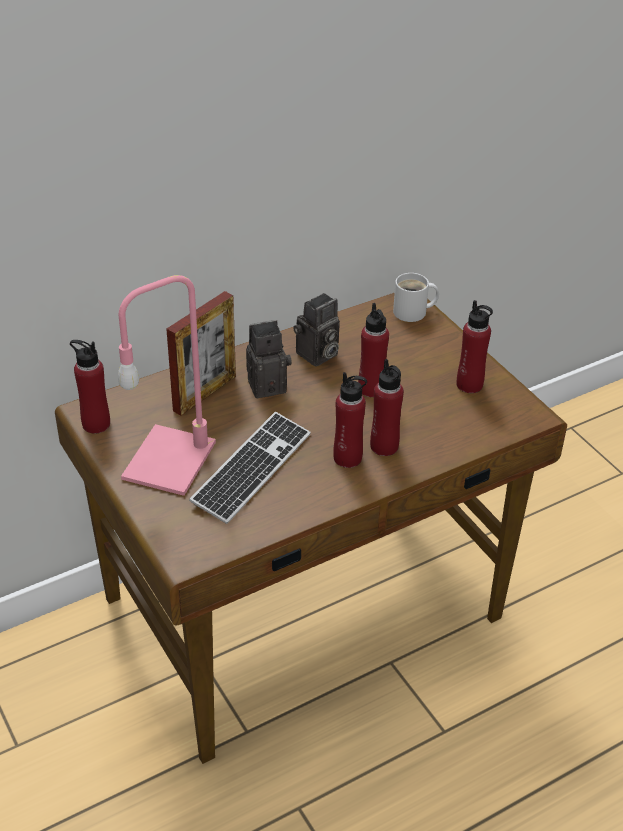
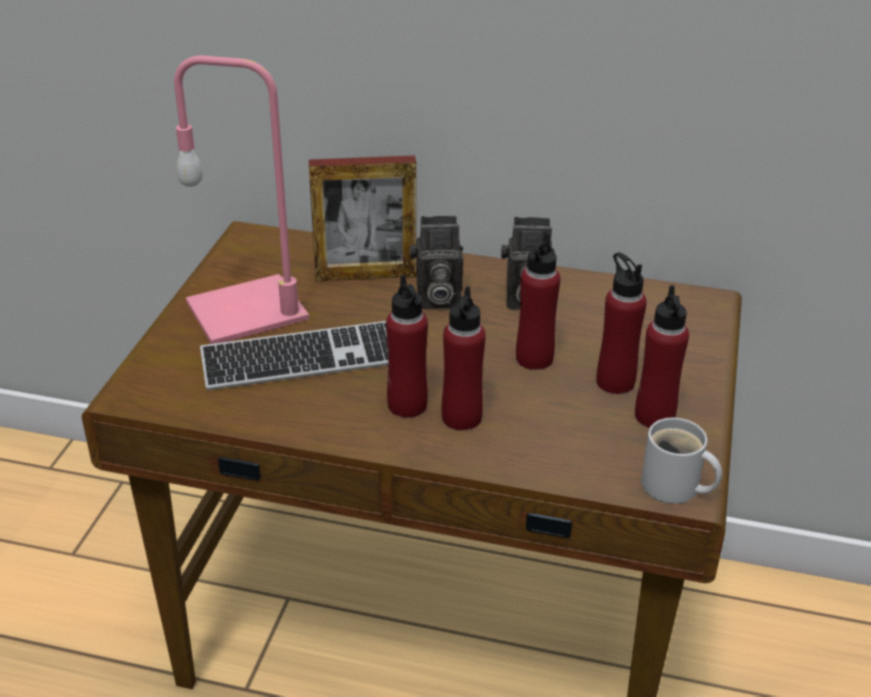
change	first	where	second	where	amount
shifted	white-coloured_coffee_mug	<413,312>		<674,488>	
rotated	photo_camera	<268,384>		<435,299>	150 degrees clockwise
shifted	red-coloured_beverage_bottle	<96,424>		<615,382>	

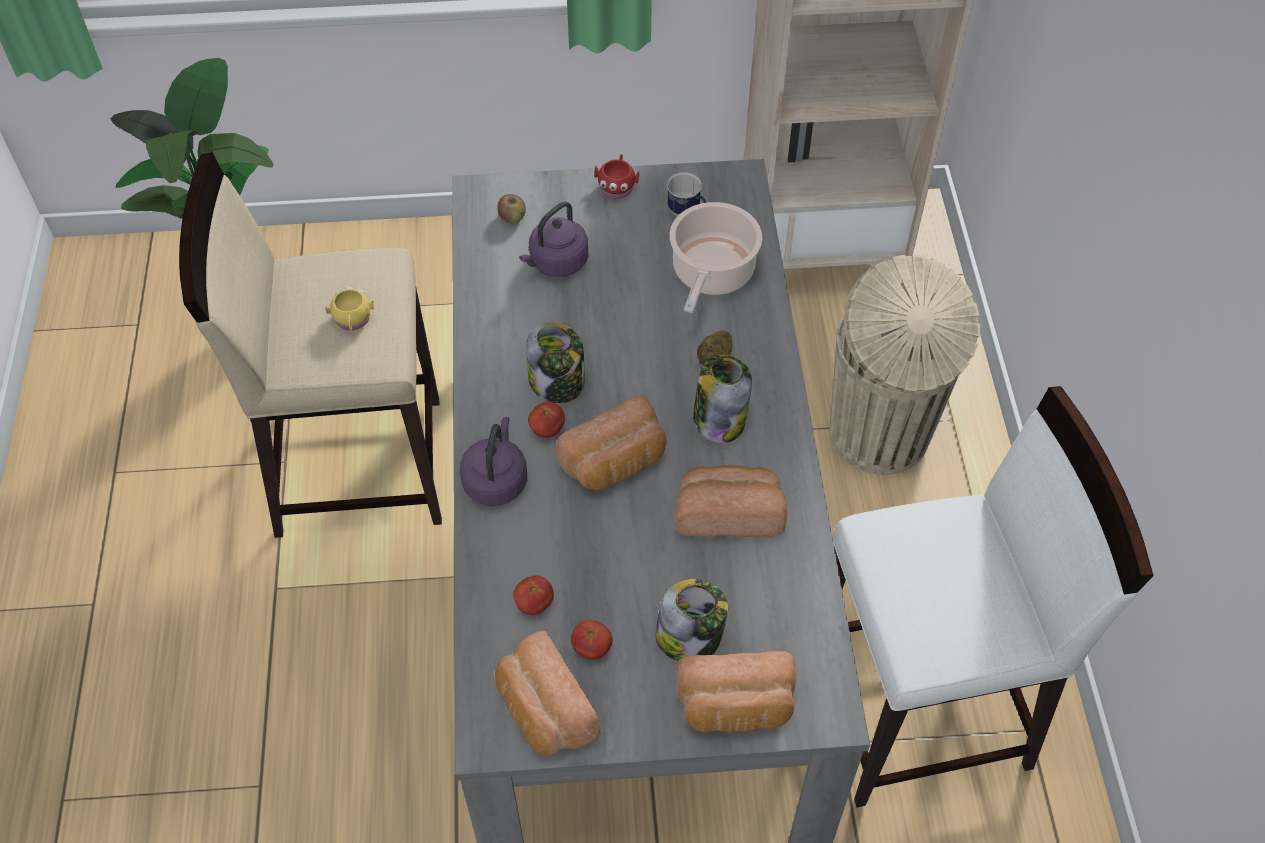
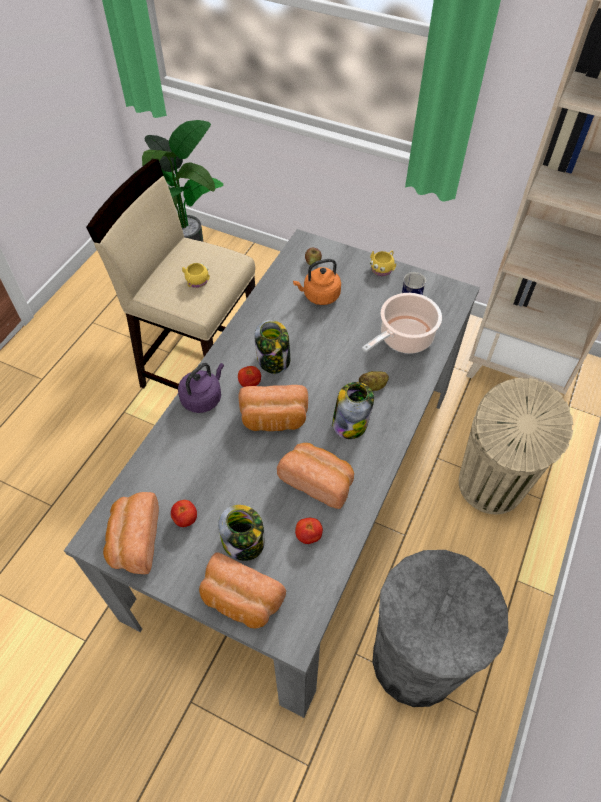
change	first	where	second	where	amount
repainted	red-coloured_coffee_mug	<617,185>	yellowish_coffee_mug	<382,268>	
repainted	purplish_kettle	<556,263>	orange_kettle	<319,296>	
swapped	white-coloured_stool_seat	<920,710>	grey_waste_bin	<415,660>	
shifted	fresh_tomato	<534,604>		<308,536>	

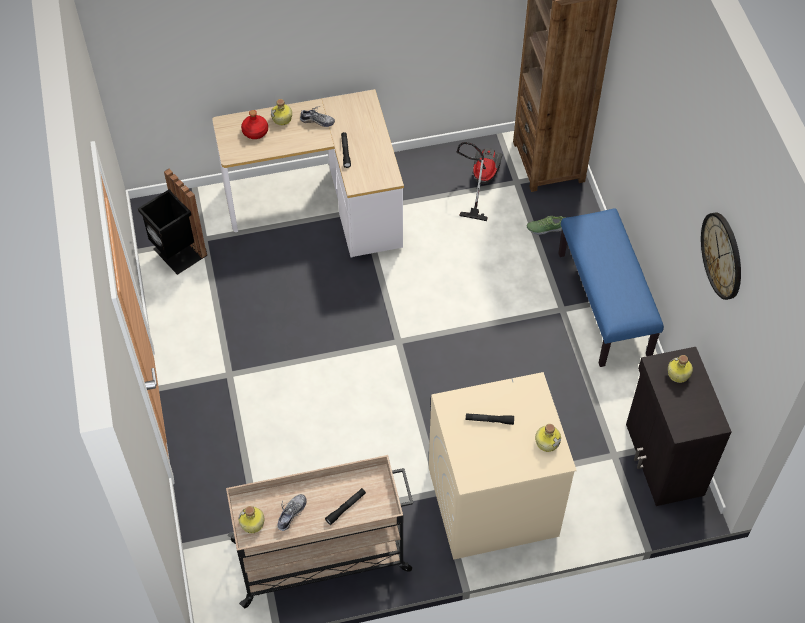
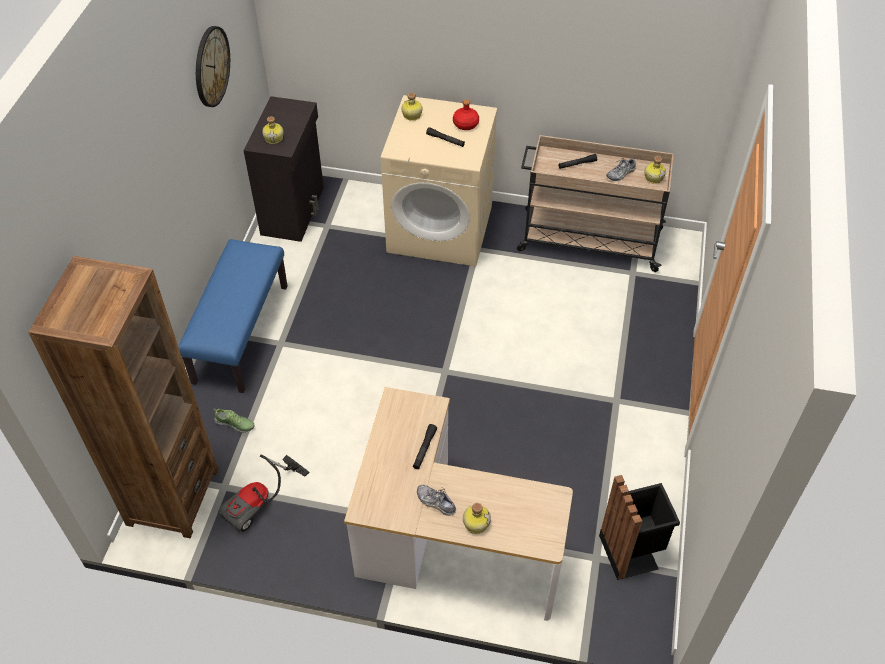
change	first	where	second	where	amount
shifted	red-coloured_beverage_bottle	<255,132>		<465,124>	

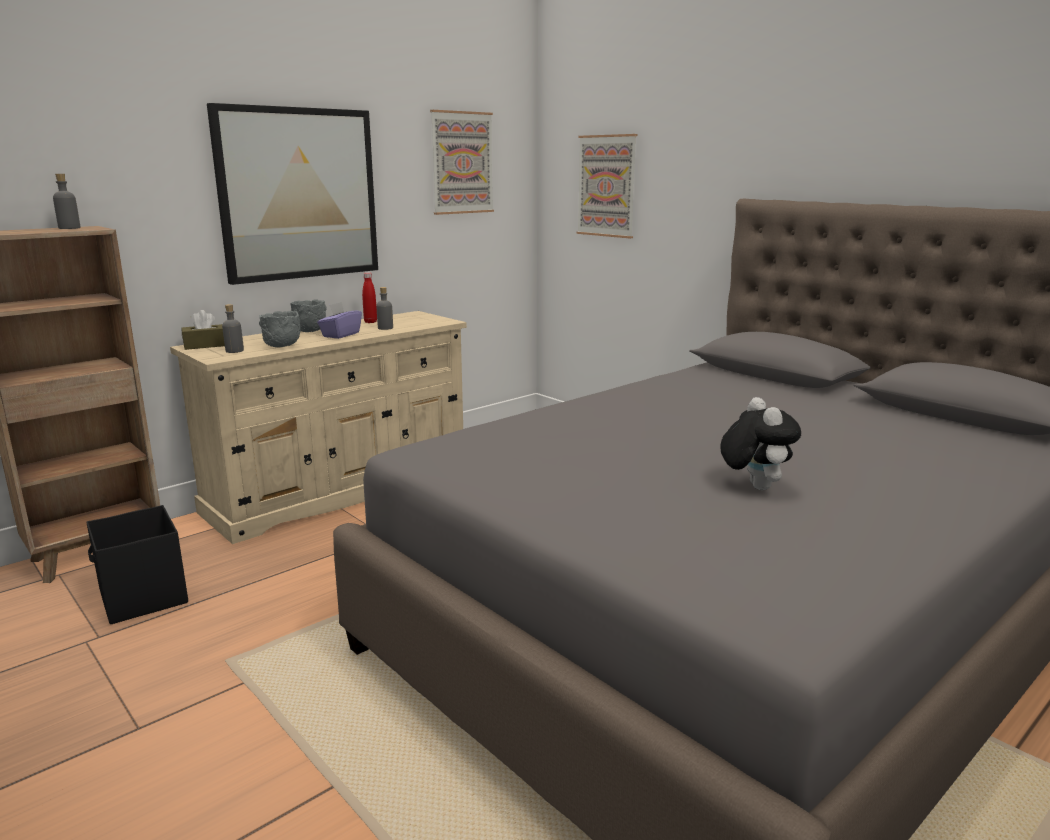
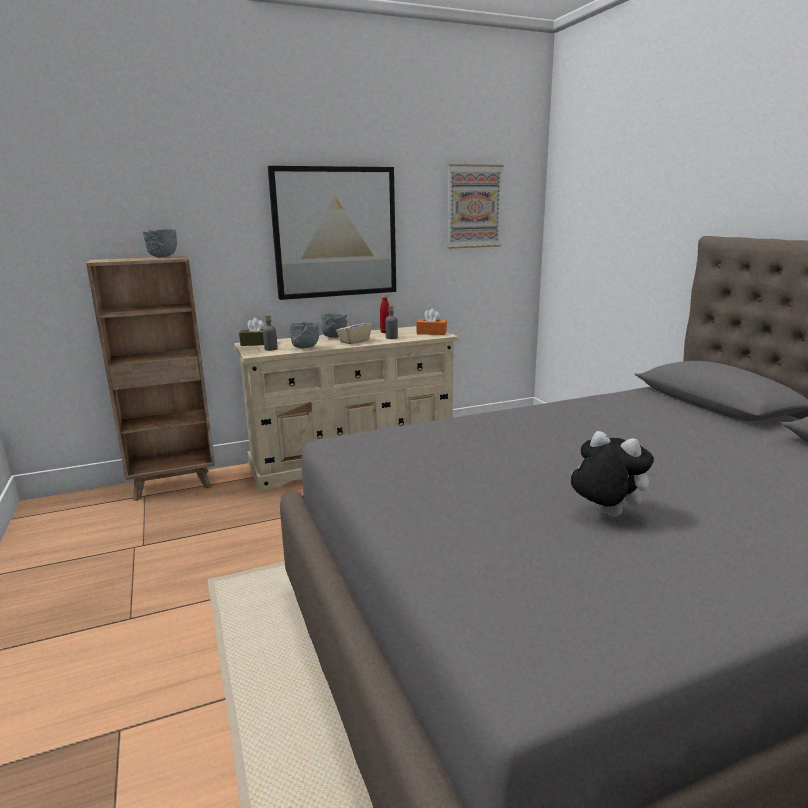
change	first	where	second	where	amount
gone	wall_picture	<607,186>			
swapped	grey_beverage_bottle	<69,228>	grey_serving_bowl	<163,257>	
repainted	purplish_tissue_box	<340,335>	sand-coloured_tissue_box	<354,341>	
rotated	soft_toy	<753,486>		<604,514>	60 degrees counterclockwise
gone	black_storage_box	<143,598>			
new			orange_tissue_box	<431,333>	

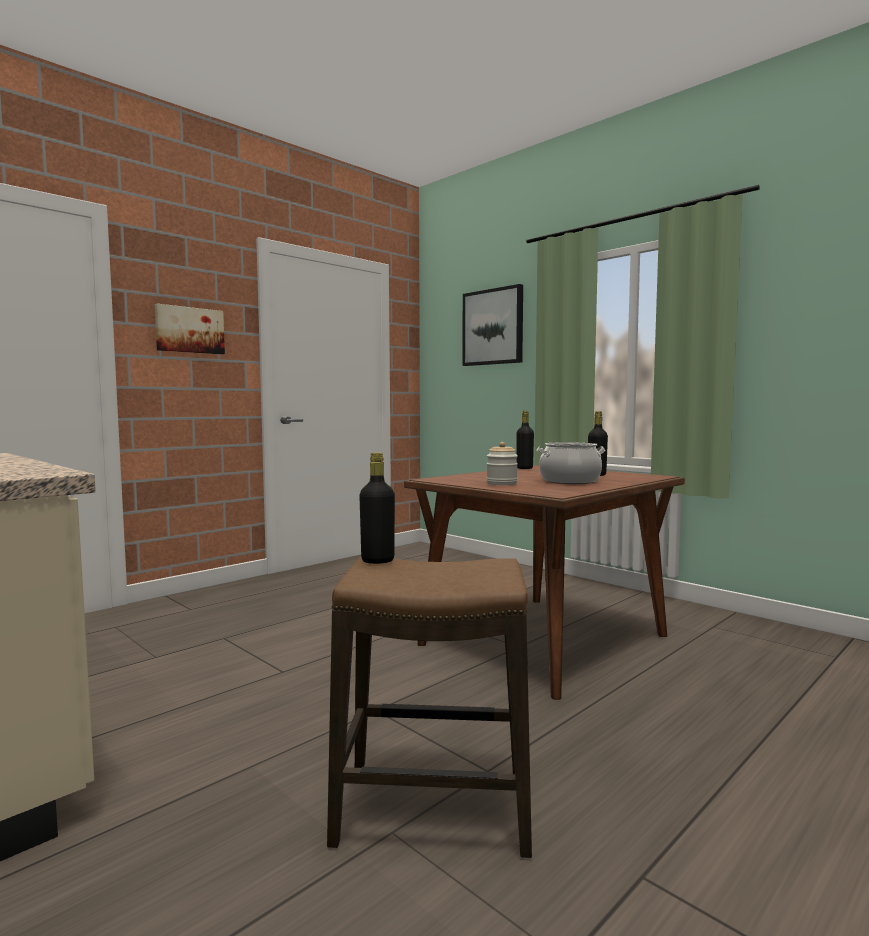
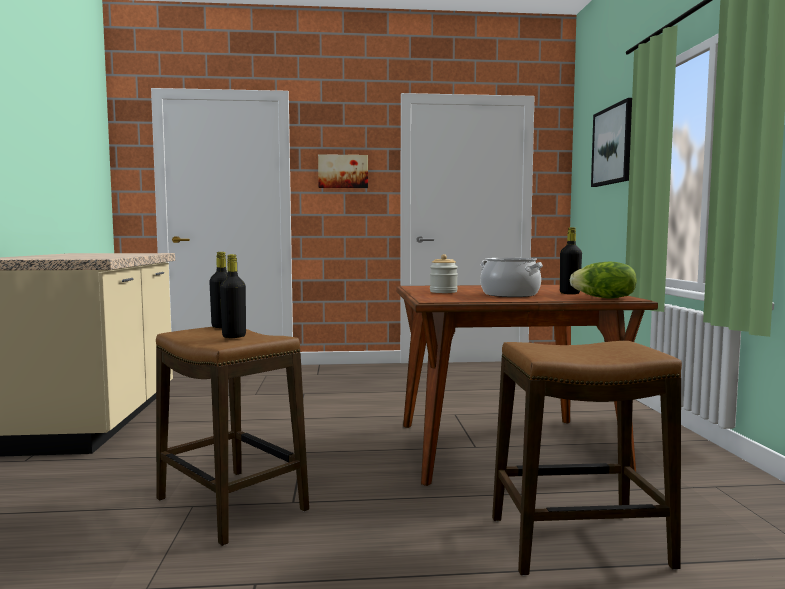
change	first	where	second	where	amount
shifted	black_beverage_bottle	<524,468>		<234,336>	
new			lettuce_head	<604,298>	
new			stool_seat	<578,543>	

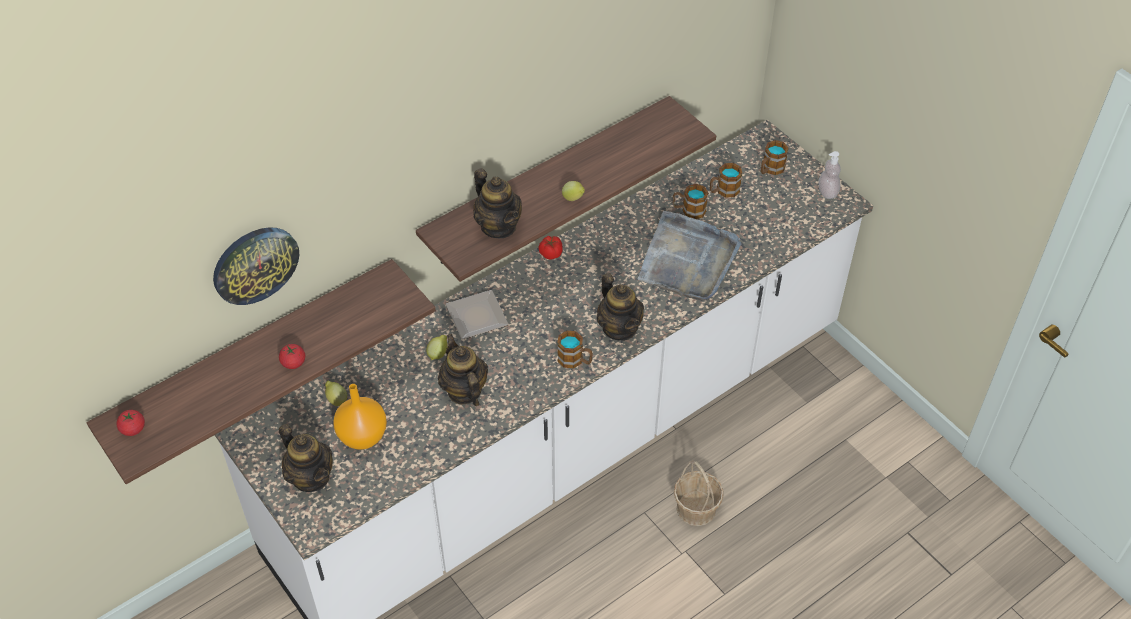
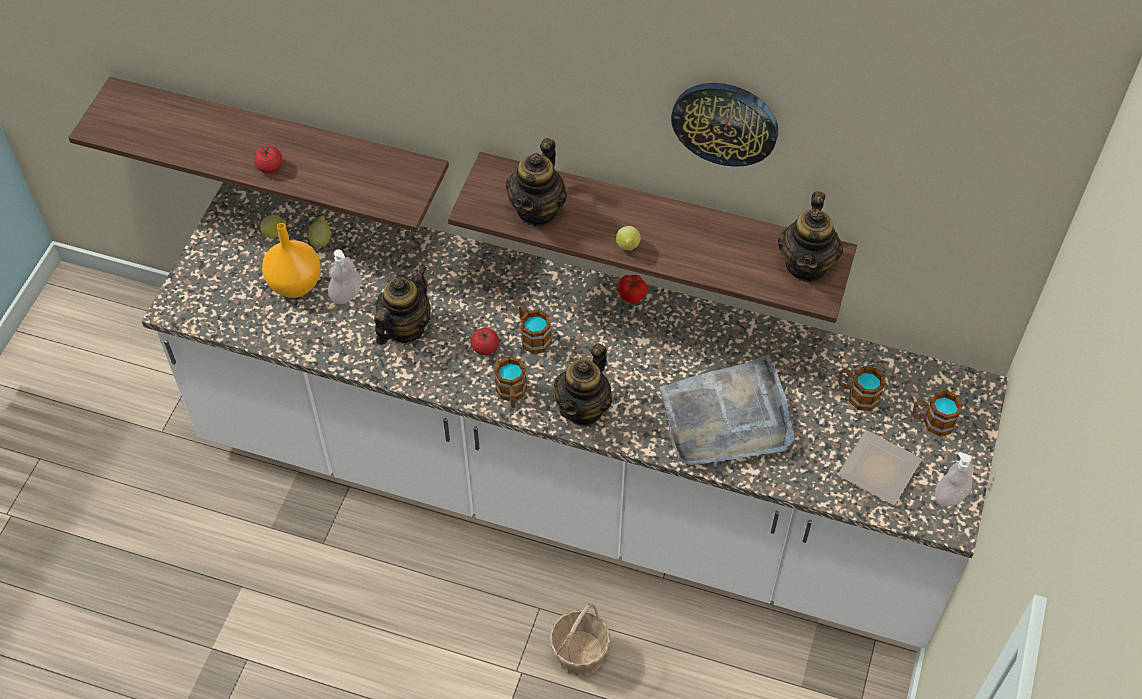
change	first	where	second	where	amount
shifted	coffee_mug	<688,210>		<532,336>	
shifted	clock_on_the_wall	<255,264>		<725,122>	
shifted	dinner_plate	<476,319>		<875,470>	
shifted	whole_lemon	<438,354>		<275,233>	
shifted	fresh_tomato	<133,429>		<485,348>	
shifted	teapot	<311,477>		<807,265>	
new			soap_bottle	<346,294>	

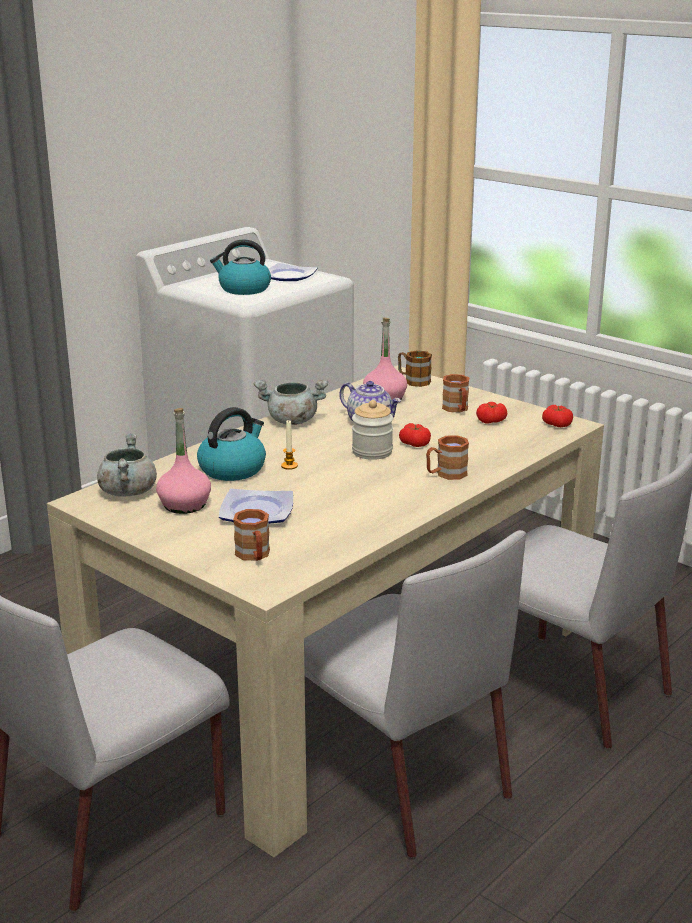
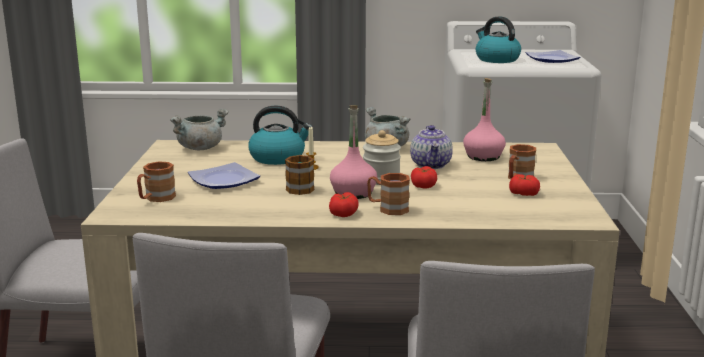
change	first	where	second	where	amount
shifted	coffee_mug	<413,380>		<300,187>	
shifted	fresh_tomato	<557,424>		<343,213>	
shifted	pink_beverage_bottle	<184,505>		<353,193>	

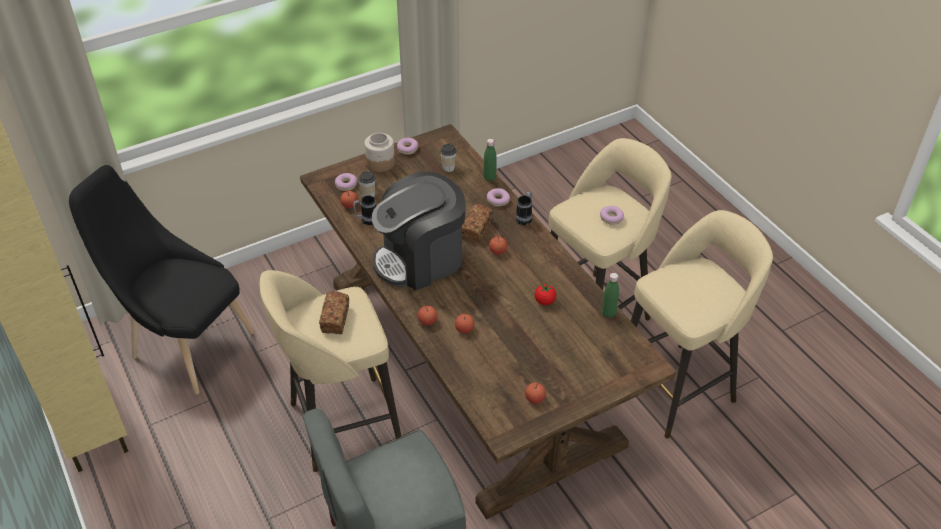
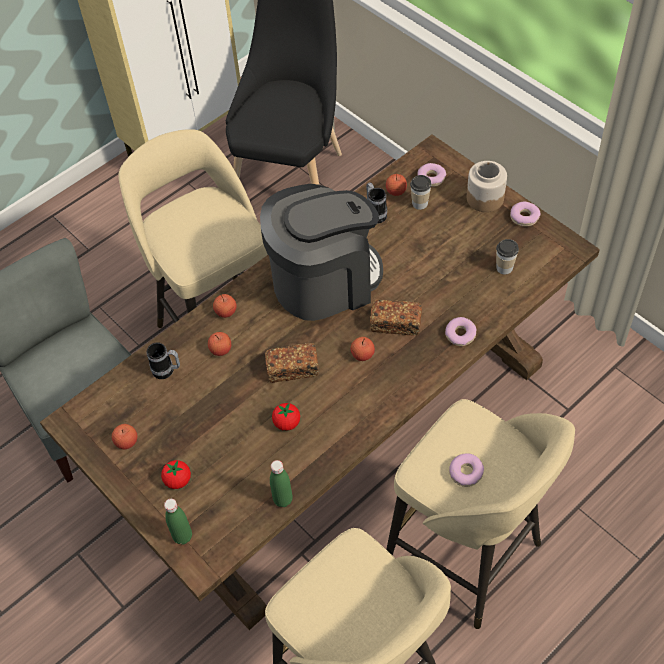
change	first	where	second	where	amount
shifted	green-coloured_beverage_bottle	<489,178>		<182,536>	
rotated	coffee_machine	<420,259>		<324,281>	105 degrees clockwise
shifted	coffee_mug	<525,218>		<167,371>	
shifted	baked_bread	<335,319>		<292,369>	
new			fresh_tomato	<178,480>	

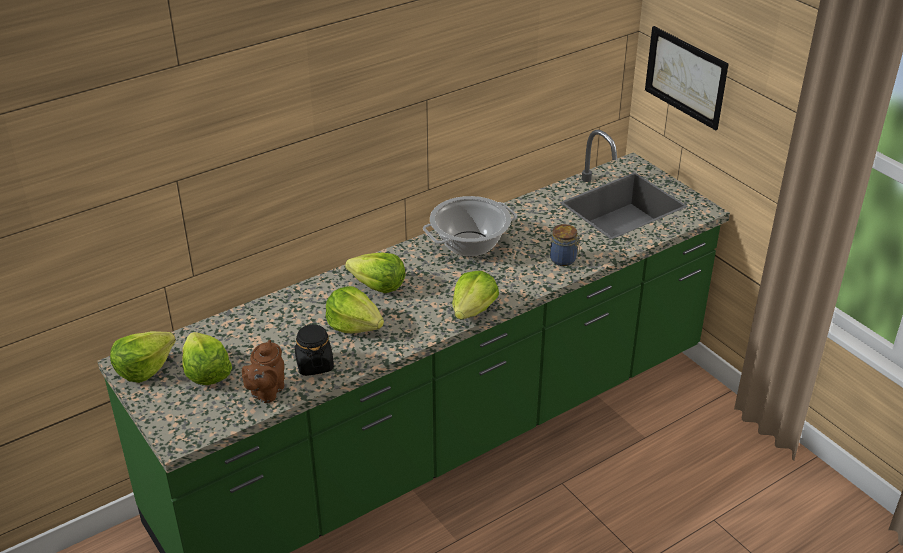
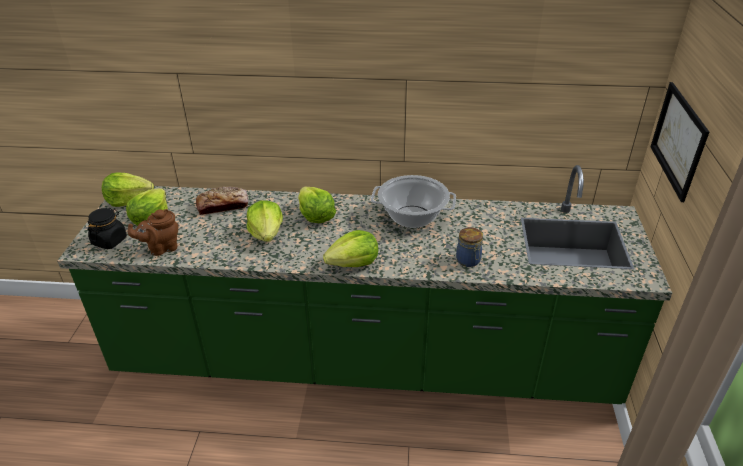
change	first	where	second	where	amount
shifted	black_storage_jar	<314,364>		<109,241>	
new			baked_bread	<223,205>	

